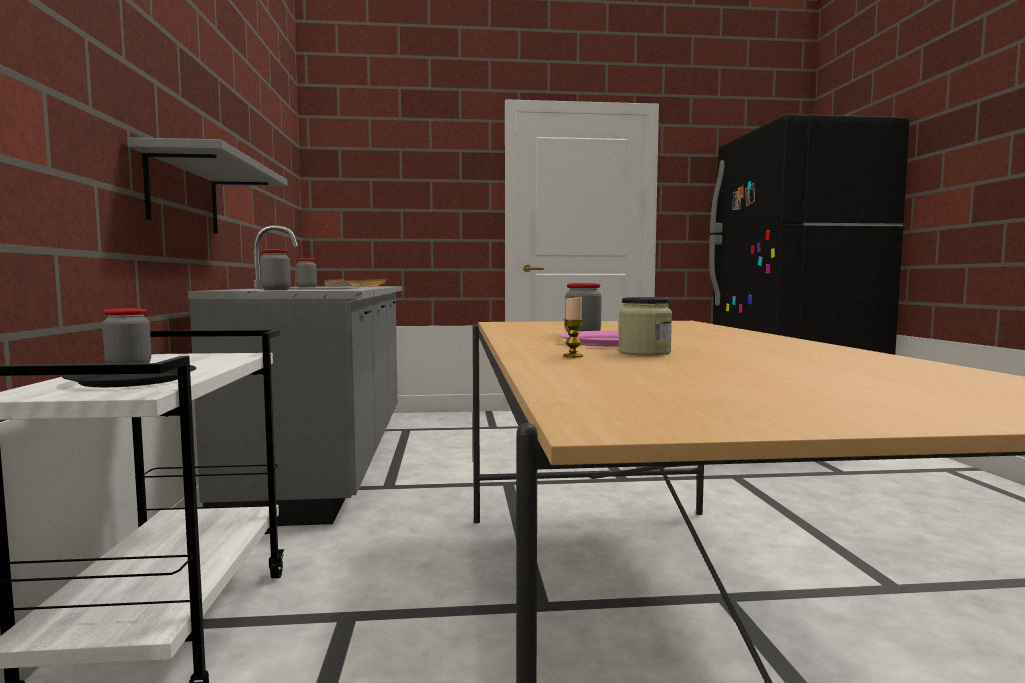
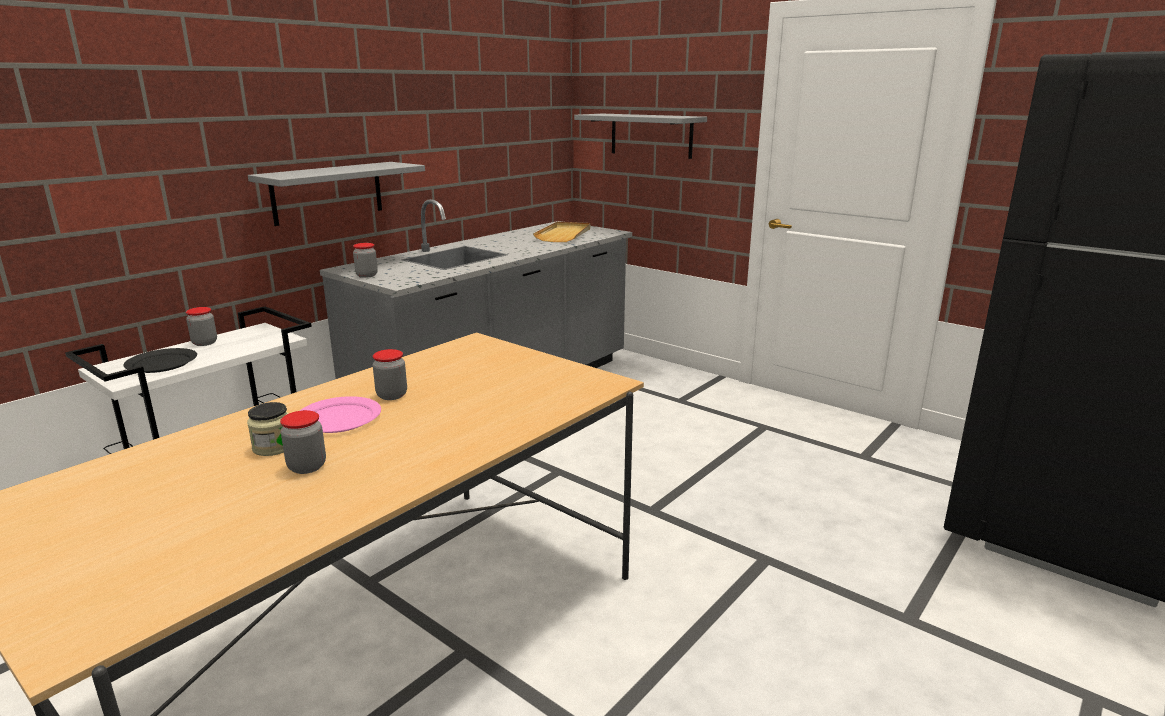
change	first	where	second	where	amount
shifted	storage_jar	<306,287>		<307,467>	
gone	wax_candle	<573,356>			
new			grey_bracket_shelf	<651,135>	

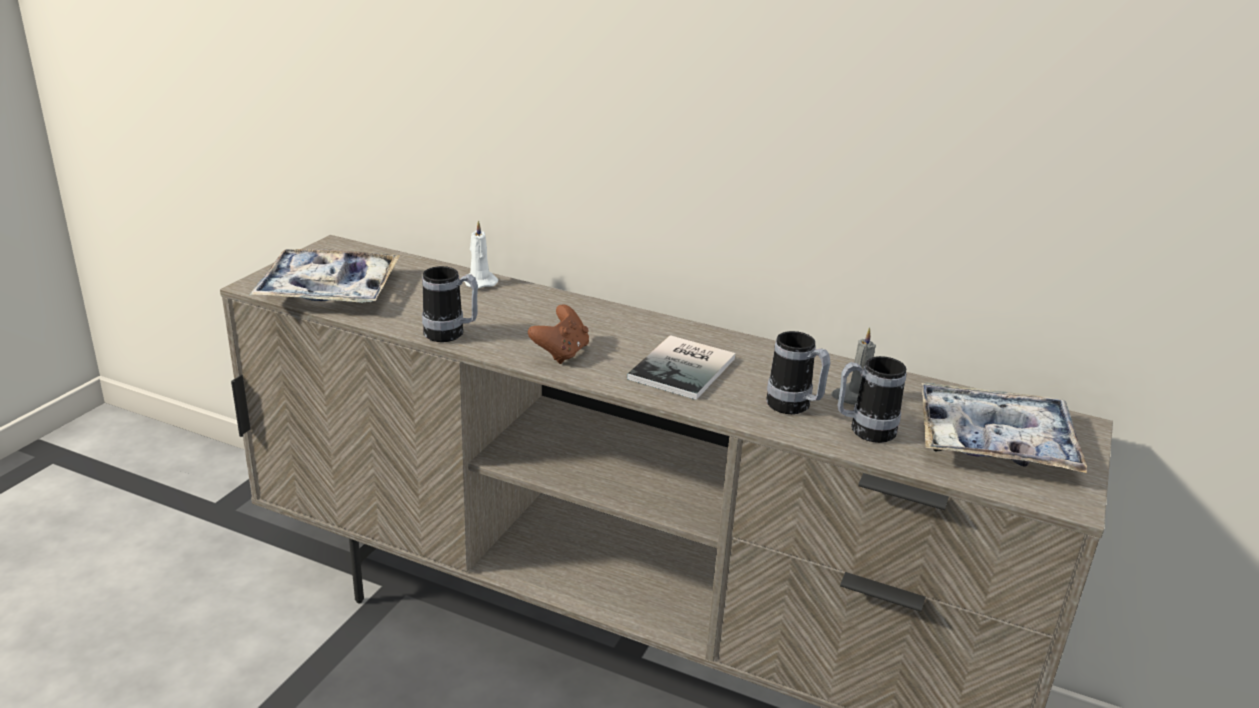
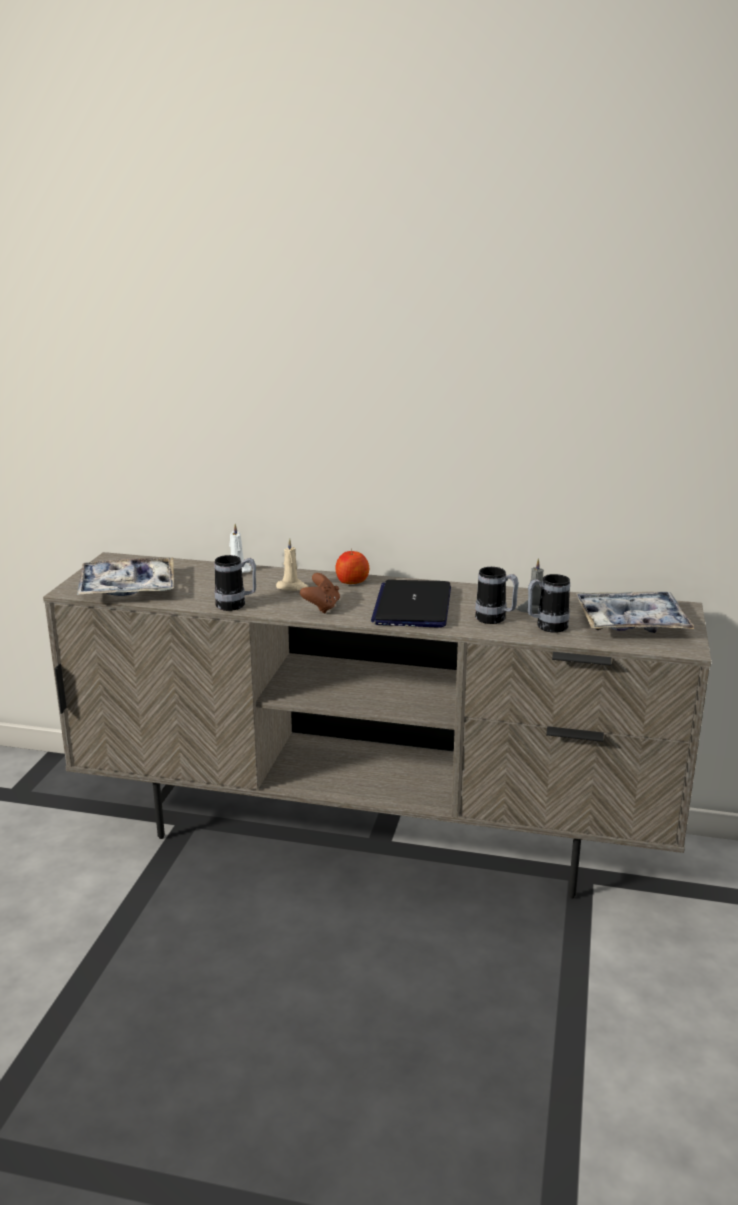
change	first	where	second	where	amount
swapped	bound_book	<686,368>	laptop	<412,606>	
new			sand-coloured_wax_candle	<292,587>	
new			apple	<352,581>	

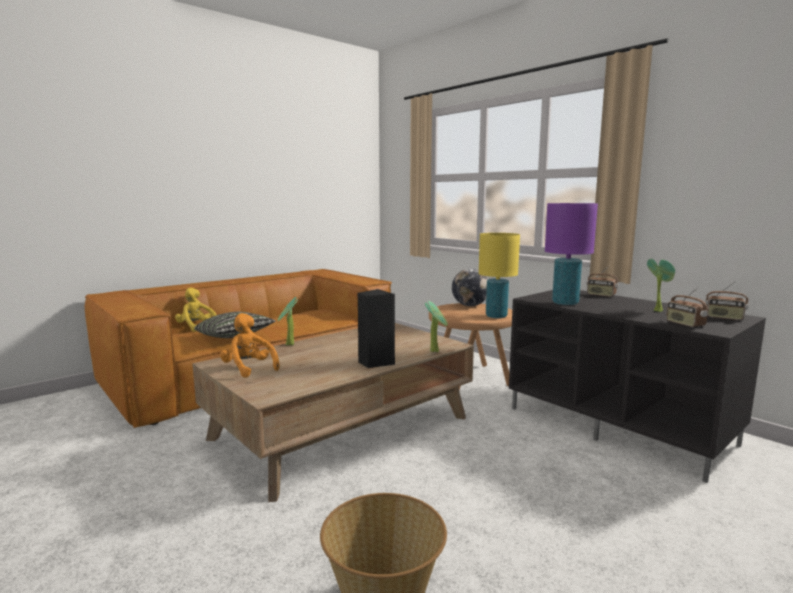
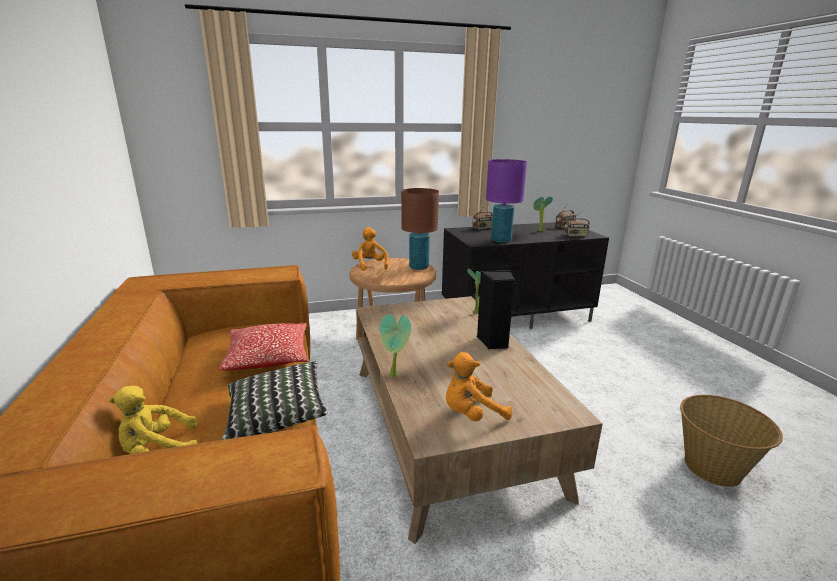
change	first	where	second	where	amount
repainted	yellowish_lamp_for_a_table	<496,316>	brownish_lamp_for_a_table	<419,267>	
swapped	desk_globe	<470,305>	orange_soft_toy	<370,265>	
new			cushion	<268,357>	

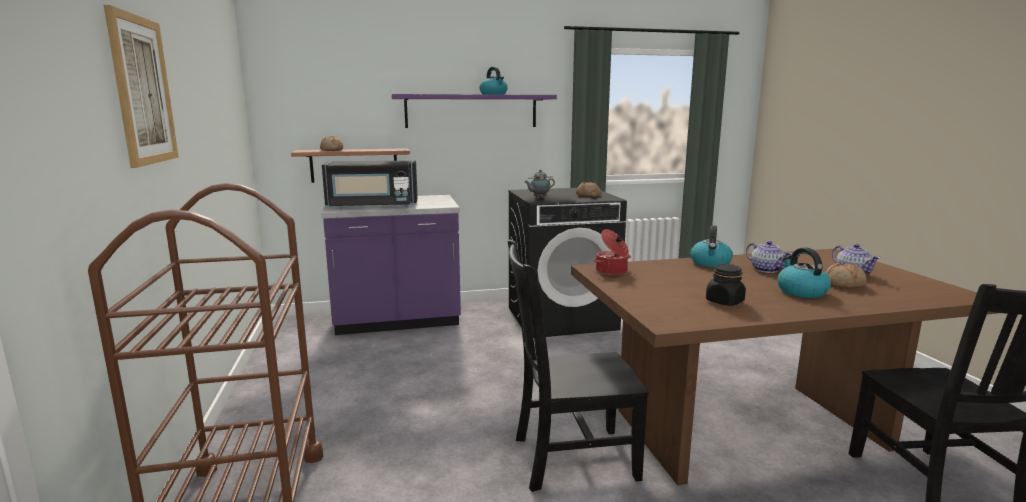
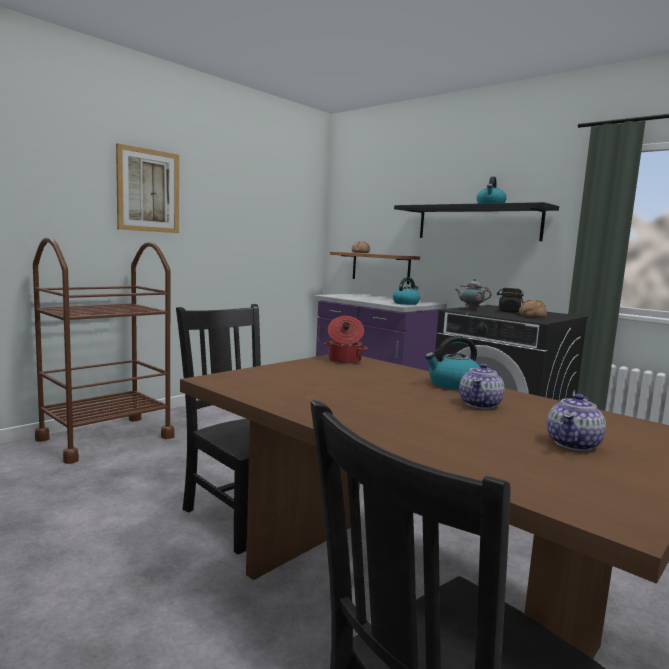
change	first	where	second	where	amount
repainted	purplish_bracket_shelf	<471,111>	black_bracket_shelf	<477,223>	
gone	black_microwave_oven	<372,206>			
shifted	kettle	<801,291>		<406,303>	
gone	baked_bread	<844,285>			
shifted	black_storage_jar	<724,301>		<508,311>	

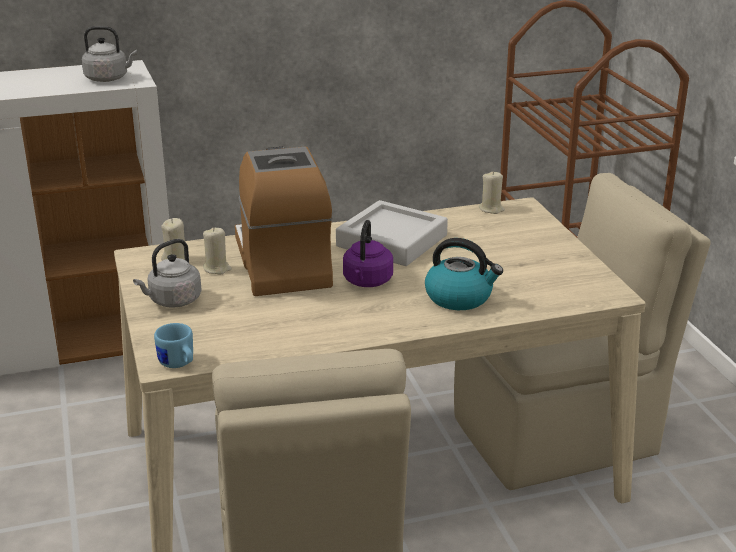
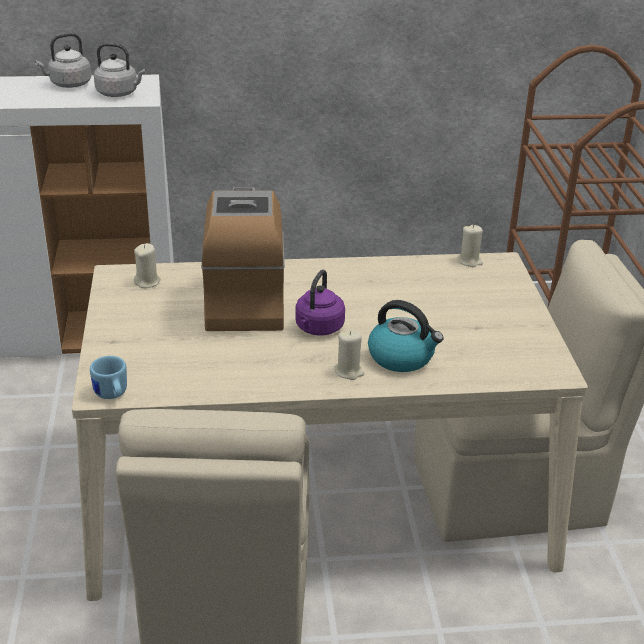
change	first	where	second	where	amount
gone	grey_tray	<392,241>			
shifted	sand-coloured_wax_candle	<217,268>		<349,371>	
shifted	grey_kettle	<172,301>		<68,84>	

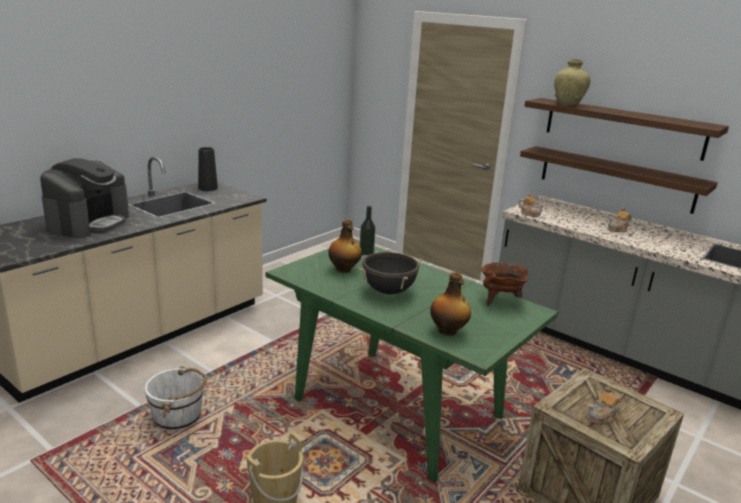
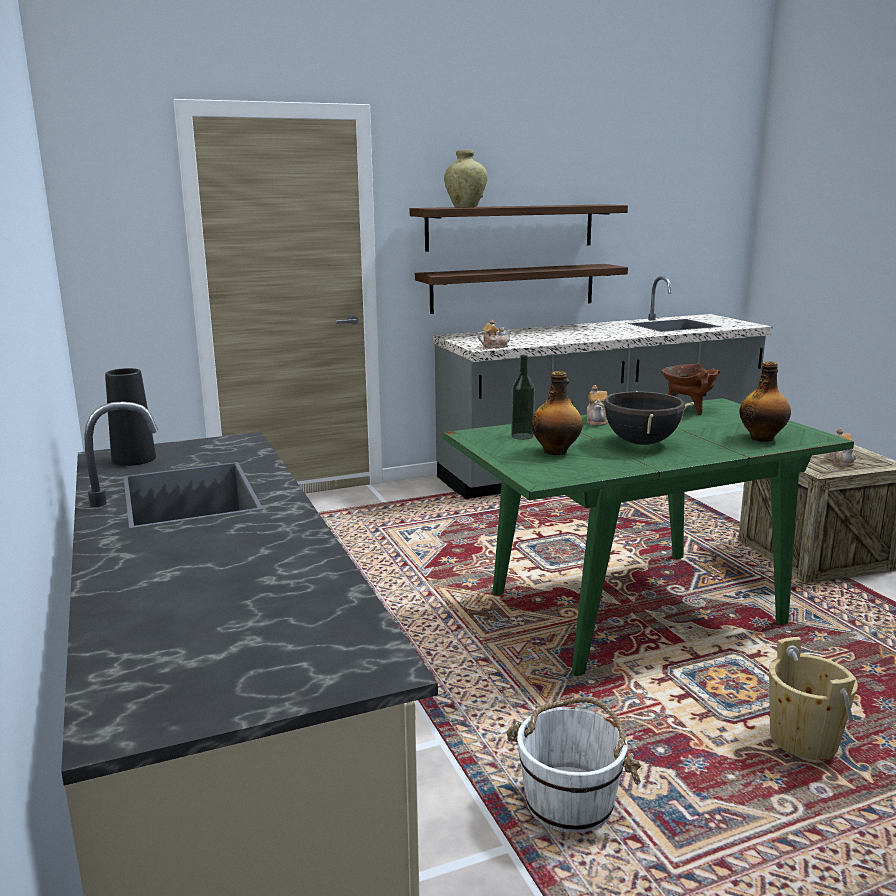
change	first	where	second	where	amount
gone	coffee_machine	<89,223>			
shifted	teapot	<618,229>		<597,421>	

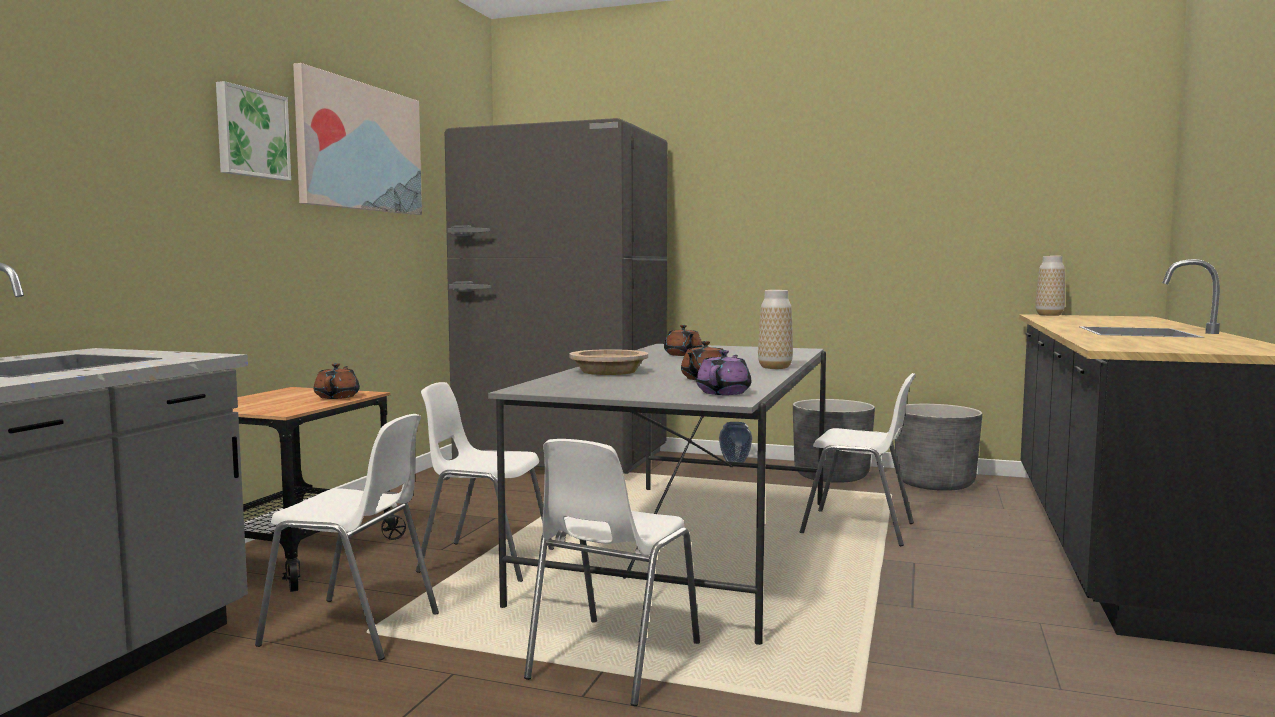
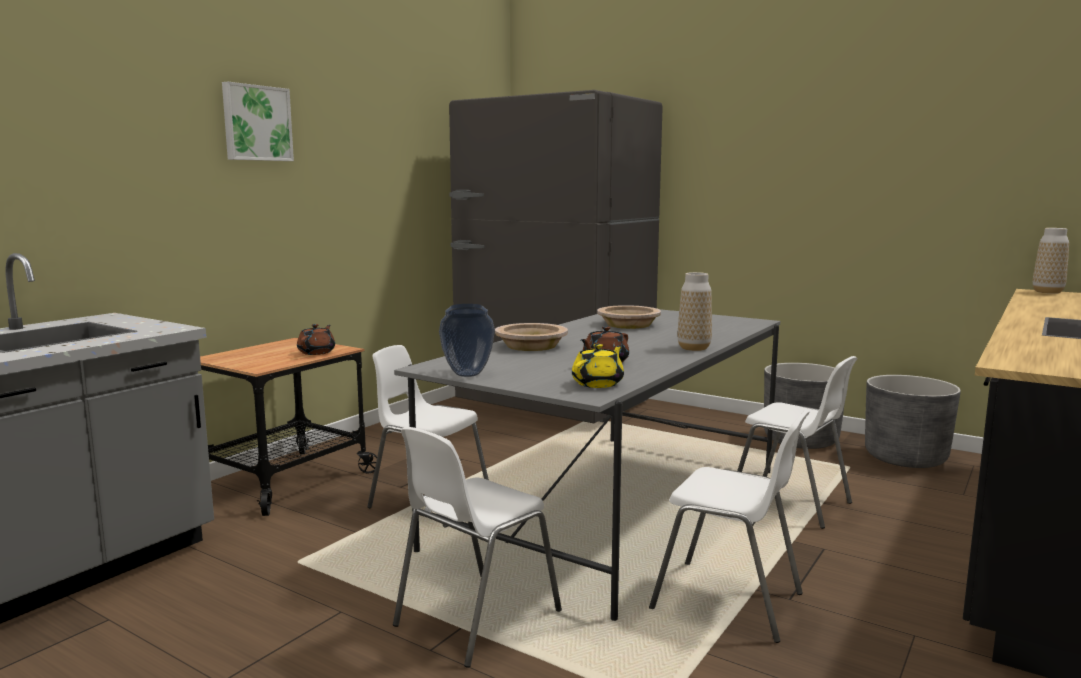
change	first	where	second	where	amount
gone	wall_picture	<360,147>			
swapped	brownish_teapot	<683,355>	sand-coloured_serving_bowl	<628,324>	
repainted	purplish_teapot	<724,392>	yellowish_teapot	<598,383>	
shifted	white-coloured_upright_chair	<353,629>		<729,601>	
shifted	vase	<735,464>		<468,374>	

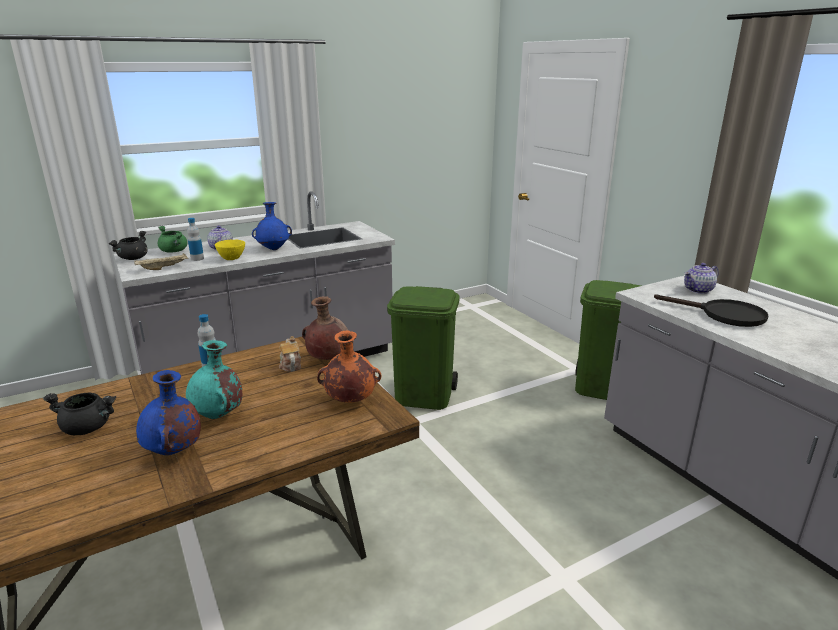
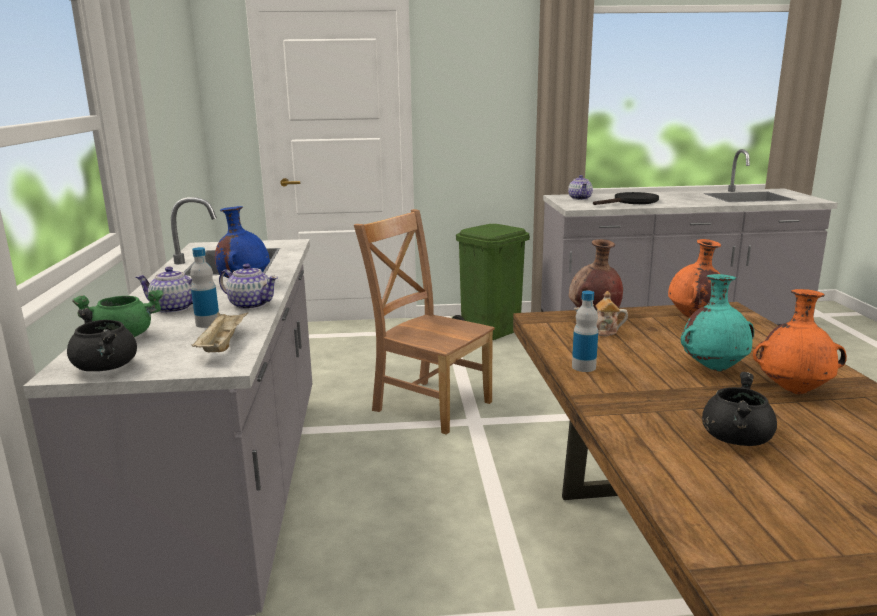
change	first	where	second	where	amount
swapped	yellowish_serving_bowl	<232,259>	teapot	<250,305>	
swapped	green-coloured_waste_bin	<424,396>	brownish_upright_chair	<429,404>	
repainted	blue-coloured_vase	<174,451>	orange_vase	<794,390>	

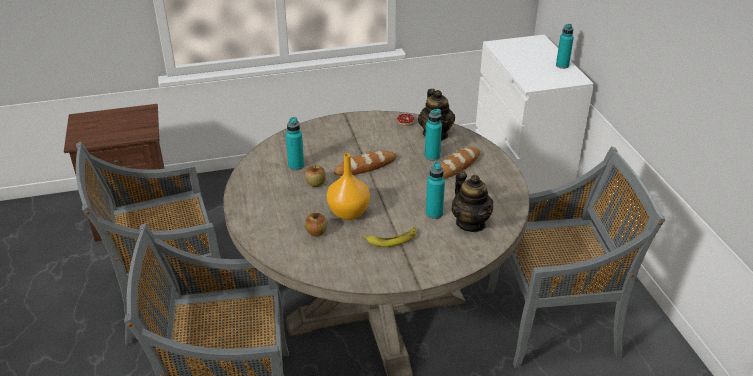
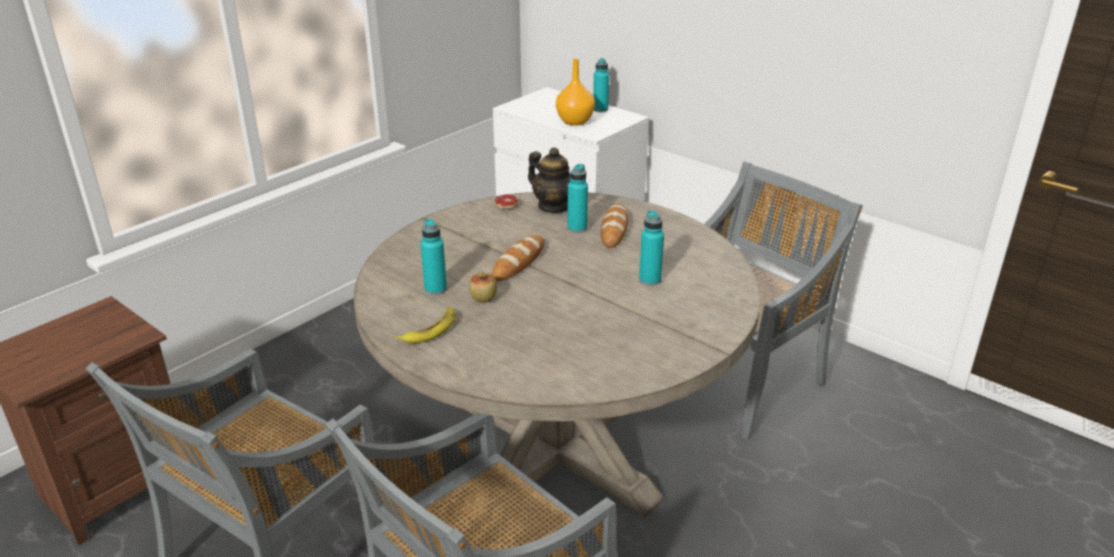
change	first	where	second	where	amount
shifted	orange_vase	<349,213>		<576,121>	
gone	teapot	<471,223>			
gone	apple	<316,232>			
shifted	whole_banana	<392,239>		<430,329>	

